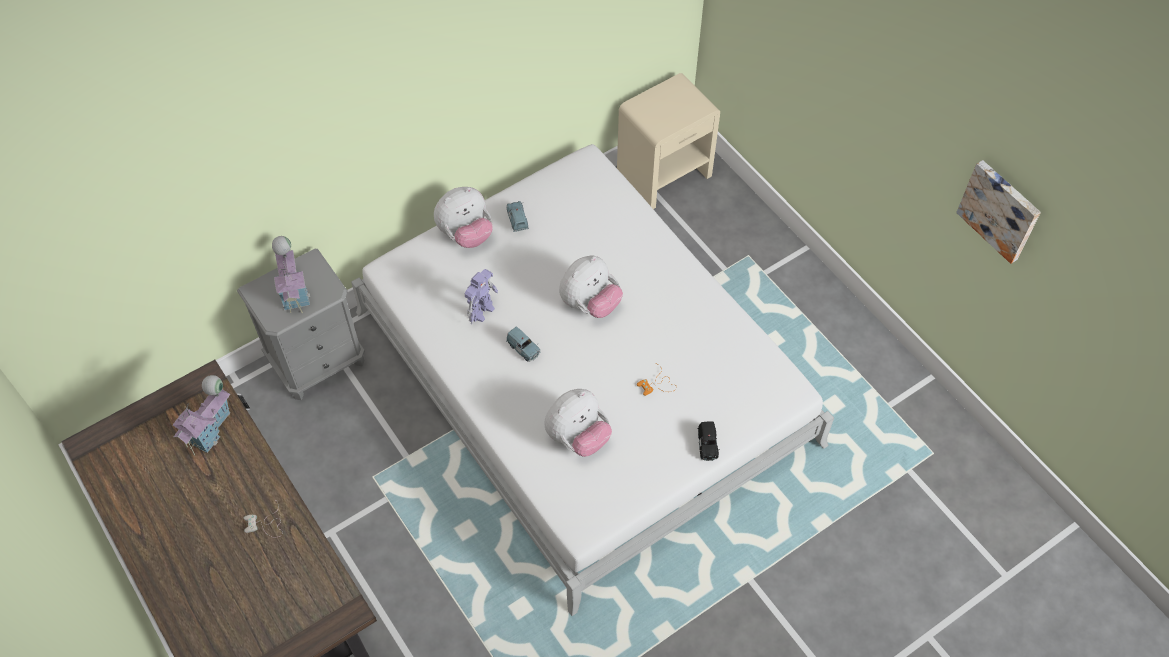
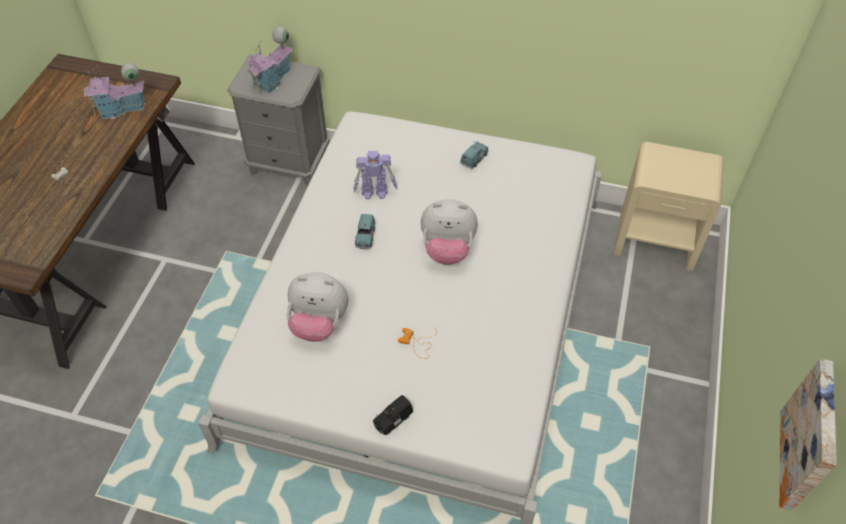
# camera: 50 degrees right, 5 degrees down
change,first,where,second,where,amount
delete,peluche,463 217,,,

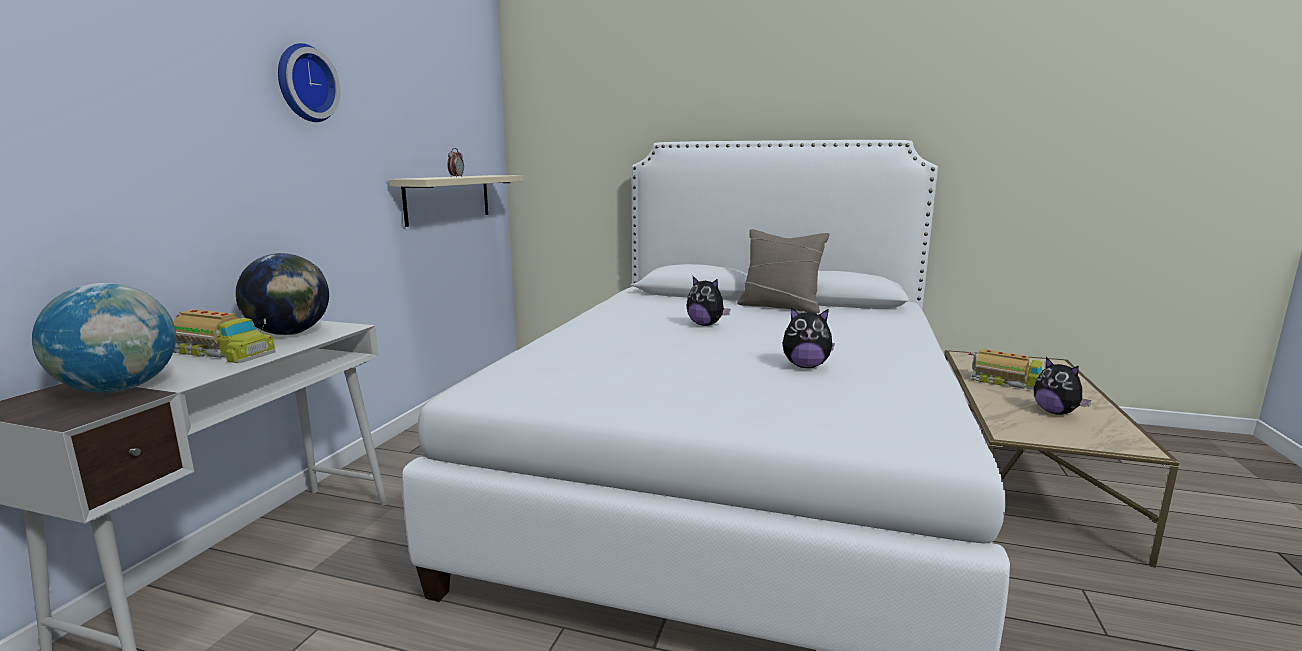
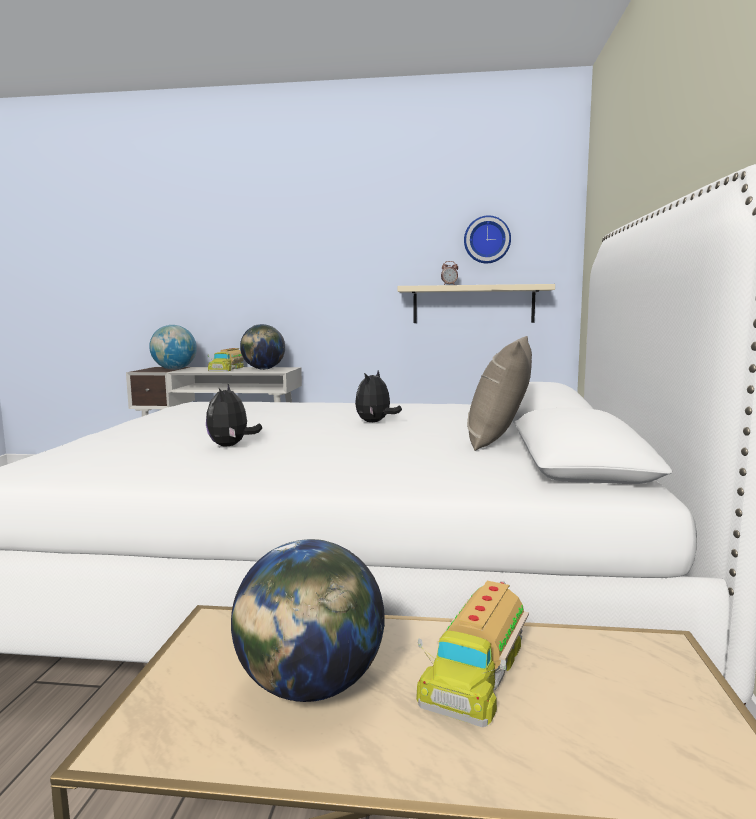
# camera: 80 degrees right, 5 degrees down
change,first,where,second,where,amount
replace,peluche,1062 386,globo terráqueo,308 620,
move,reloj de pared,309 82,,487 239,

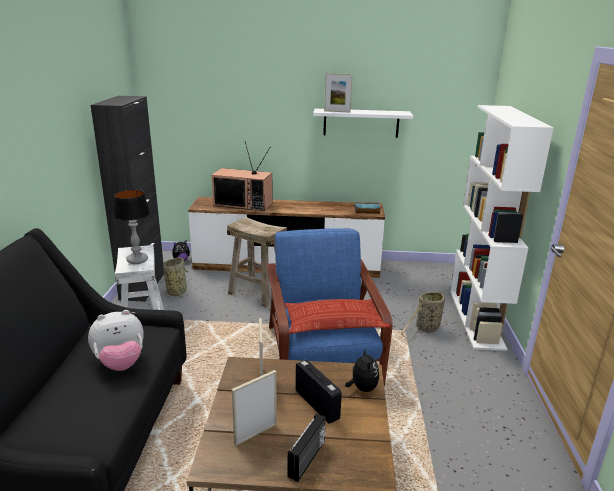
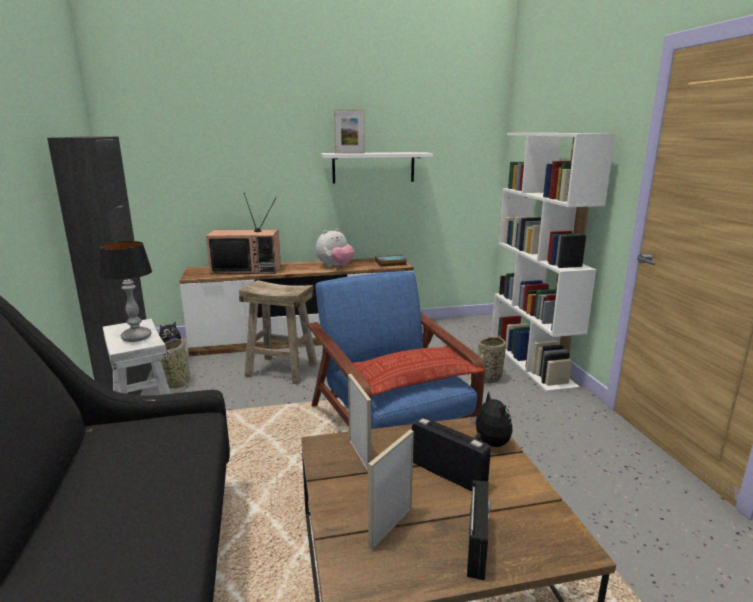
# camera: 15 degrees left, 5 degrees down
change,first,where,second,where,amount
move,peluche,116 340,,335 247,

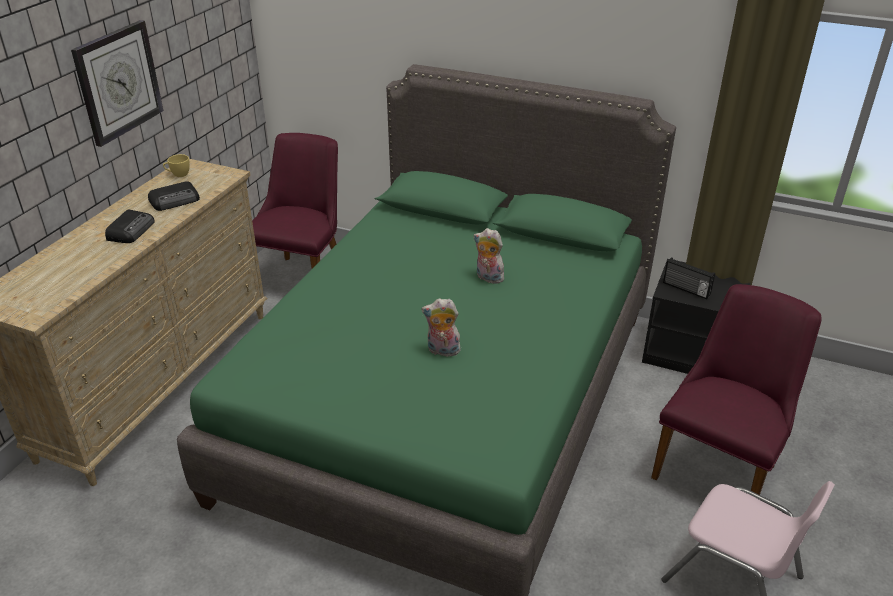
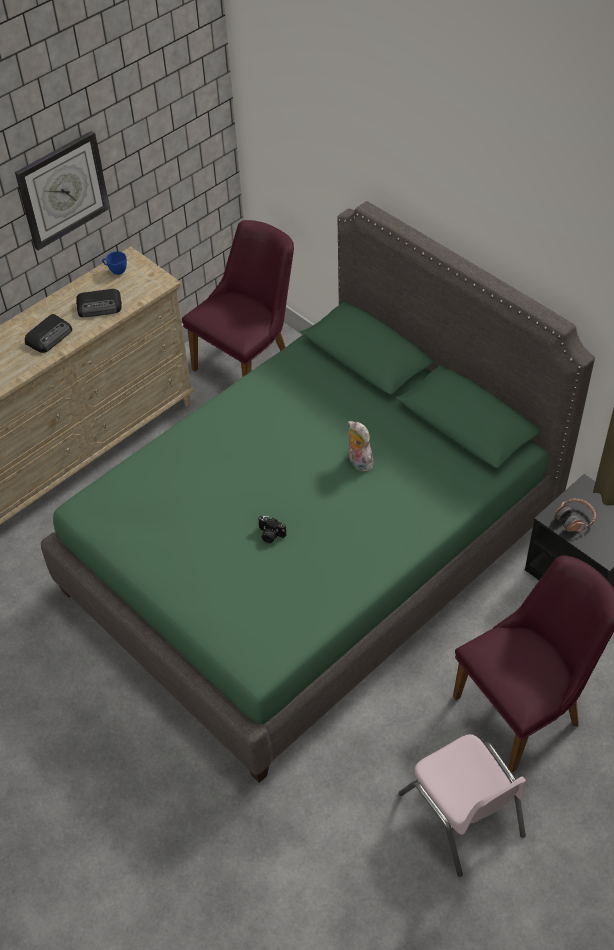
# camera: 25 degrees right, 15 degrees up
change,first,where,second,where,amount
recolor,taza [amarillo],176 165,taza [azul],114 263,
replace,peluche,441 327,cámara,271 529,
replace,radio,689 278,auriculares,575 515,

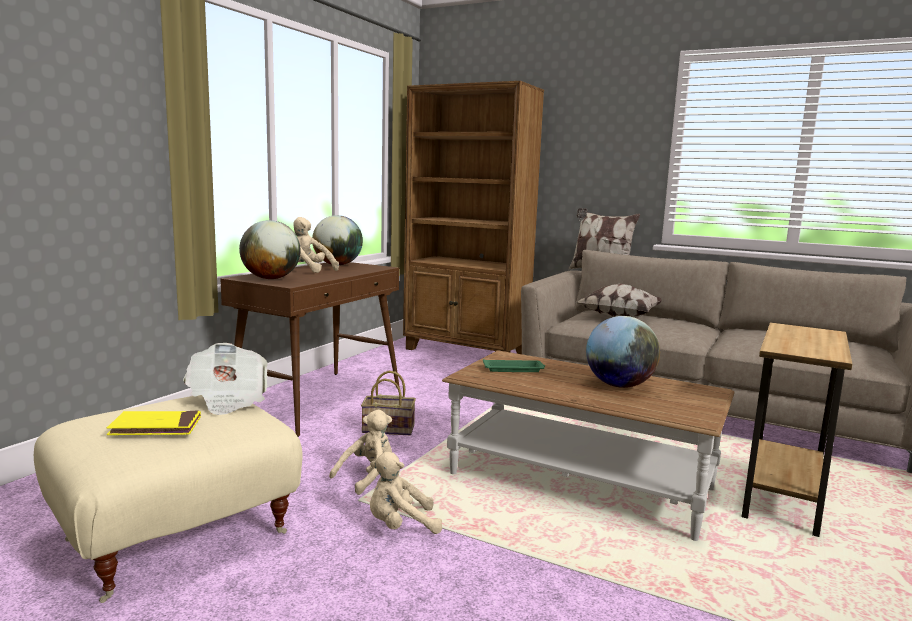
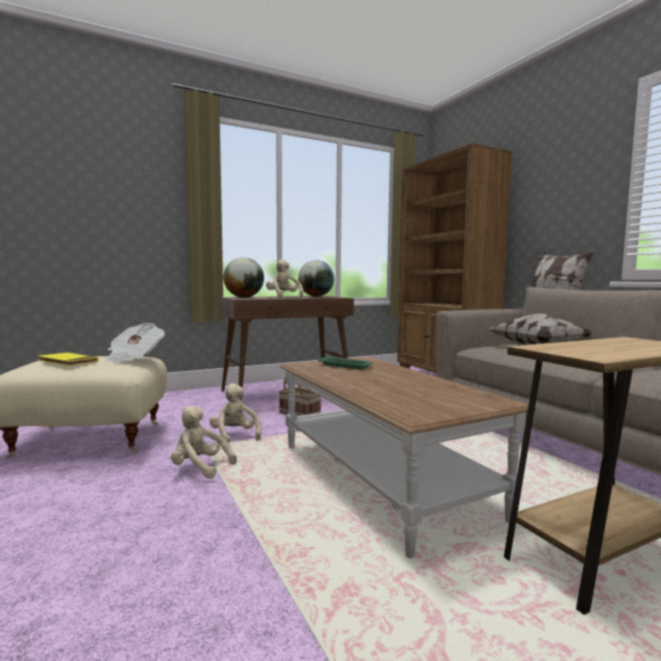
# camera: 35 degrees right, 5 degrees down
change,first,where,second,where,amount
rotate,peluche [beis],360 452,,235 413,105 degrees counterclockwise
delete,globo terráqueo,623 352,,,

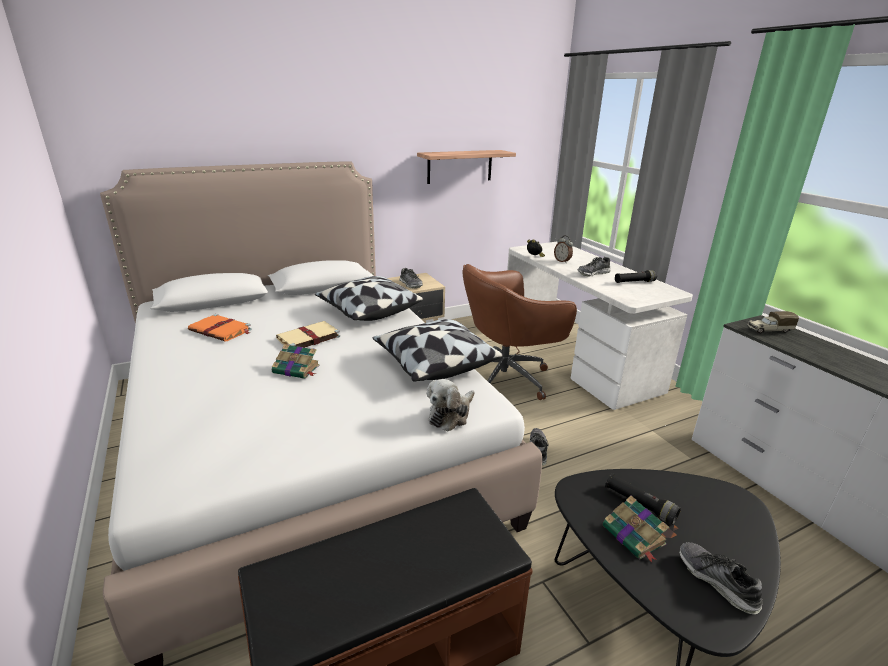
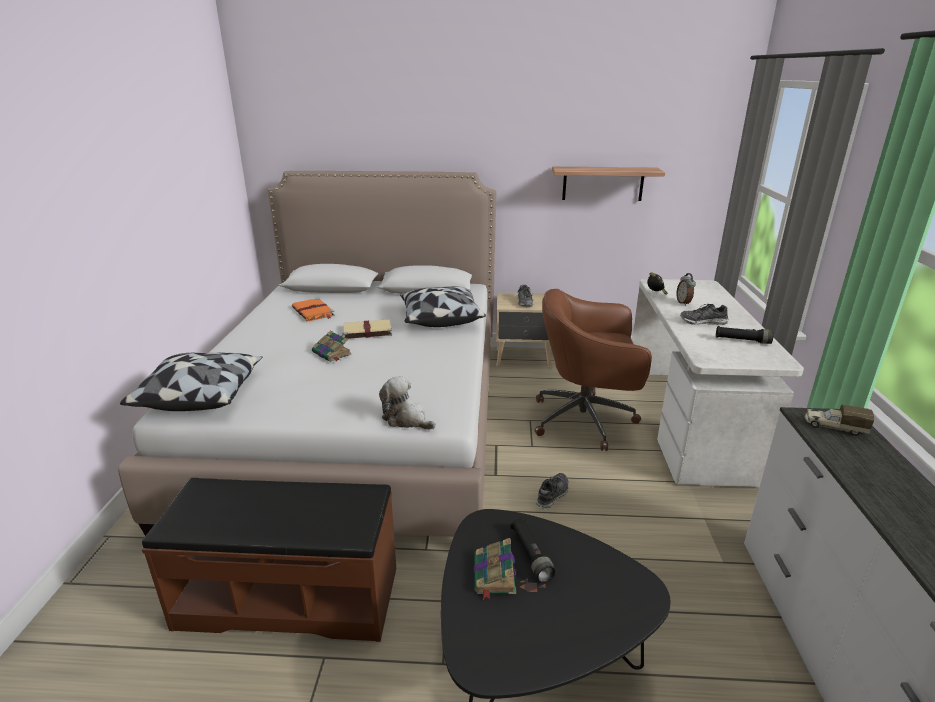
# camera: 30 degrees right, 0 degrees up
change,first,where,second,where,amount
move,cojín,437 350,,191 381,
rotate,peluche,451 405,,407 403,60 degrees clockwise
delete,zapato,721 578,,,

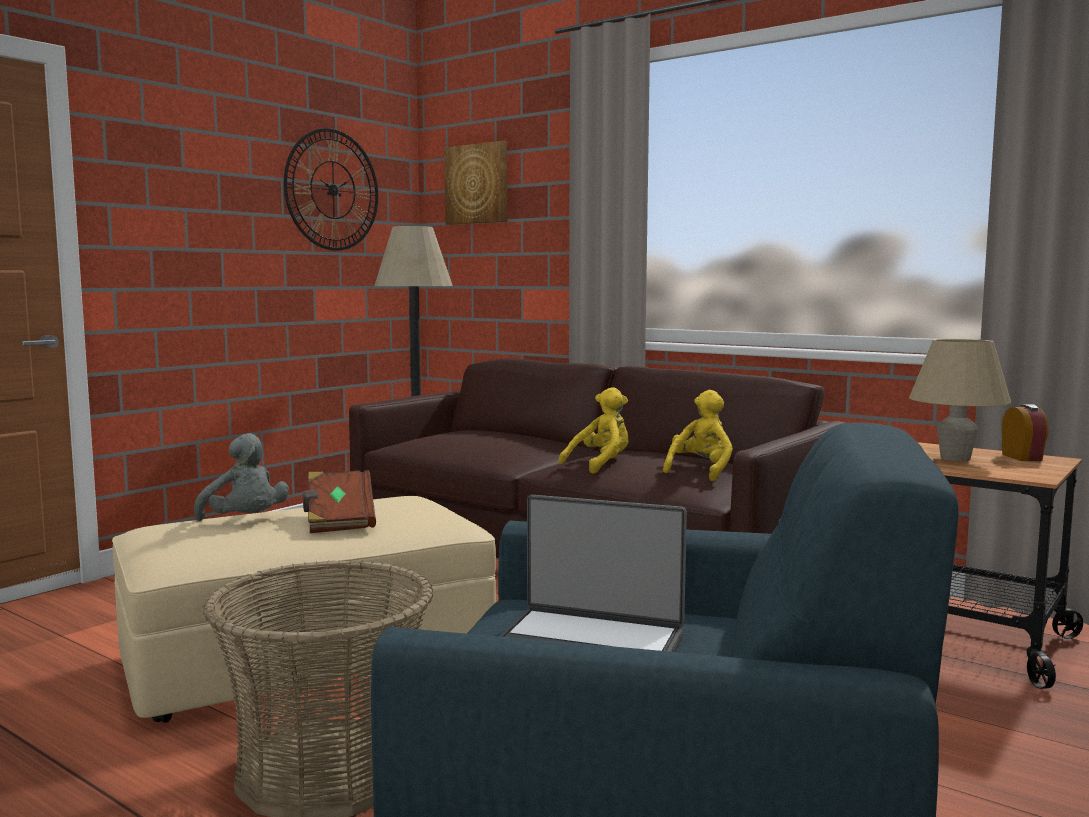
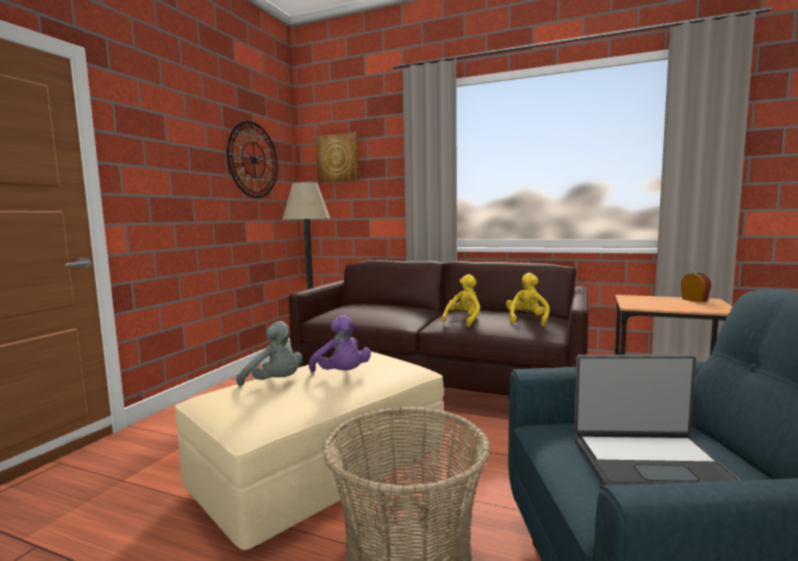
# camera: 15 degrees left, 0 degrees up
change,first,where,second,where,amount
replace,libro [marrón],339 501,peluche [morado],340 344,
delete,lámpara de mesa [beis],960 400,,,

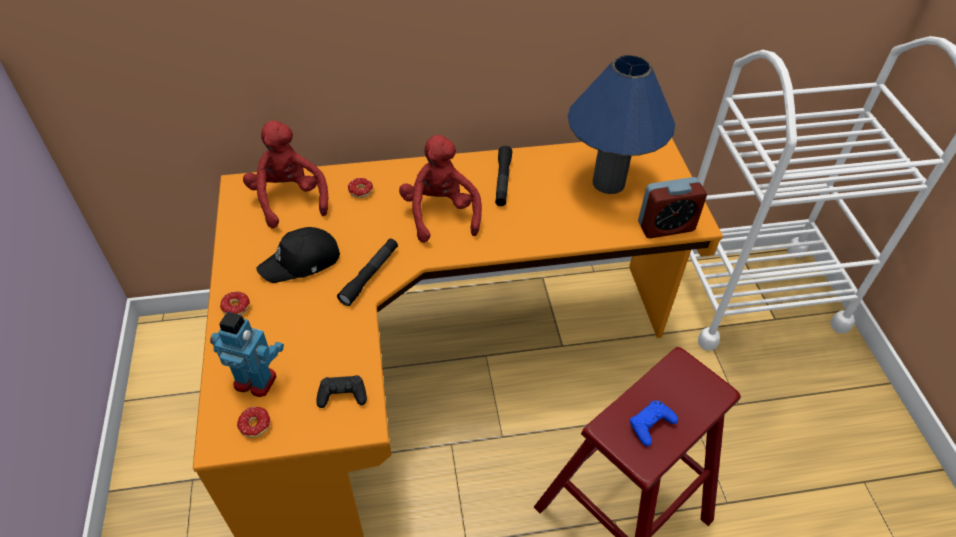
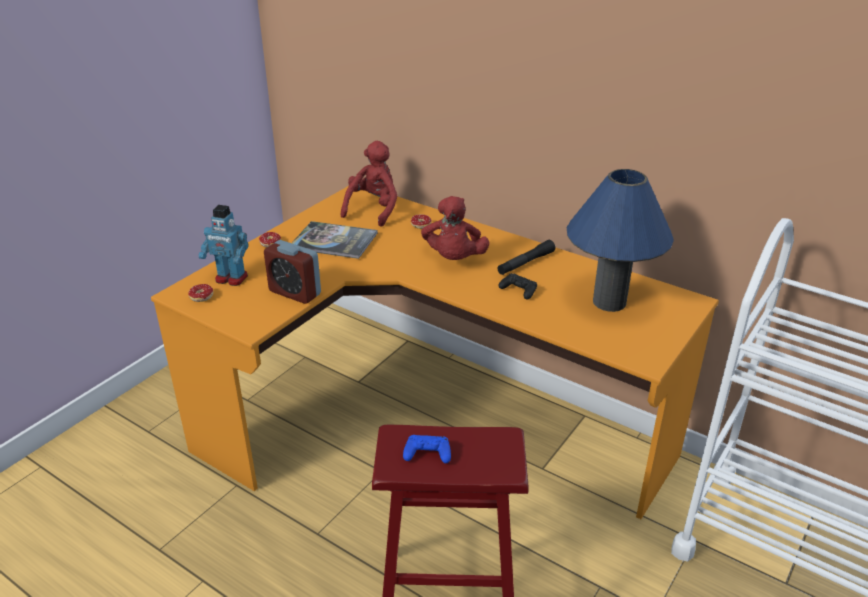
# camera: 45 degrees right, 15 degrees down
change,first,where,second,where,amount
rotate,robot de juguete,247 354,,223 245,135 degrees clockwise
move,despertador,672 207,,292 272,
replace,gorra [negro],298 255,libro,335 240,
rotate,peluche [rojo],440 189,,455 228,150 degrees clockwise
move,mando de consola [negro],342 391,,517 286,
delete,linterna [negro],367 272,,,

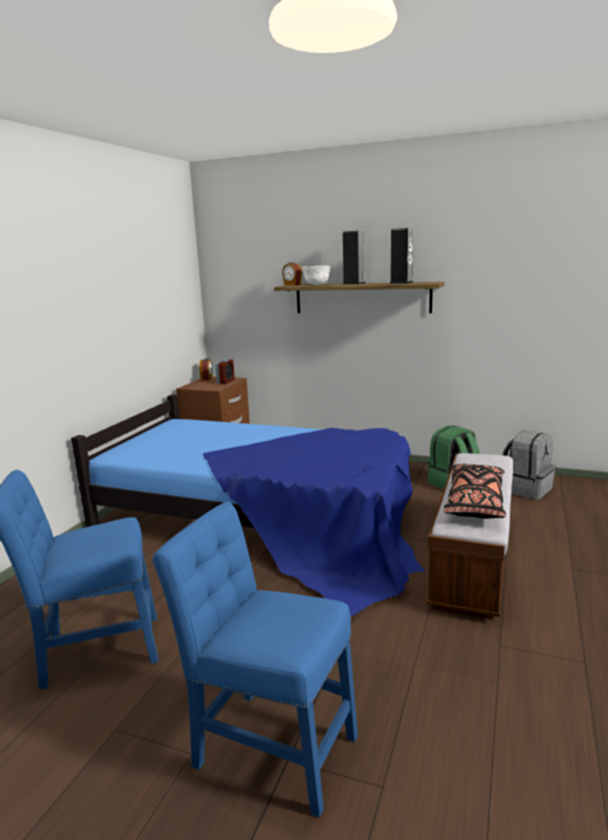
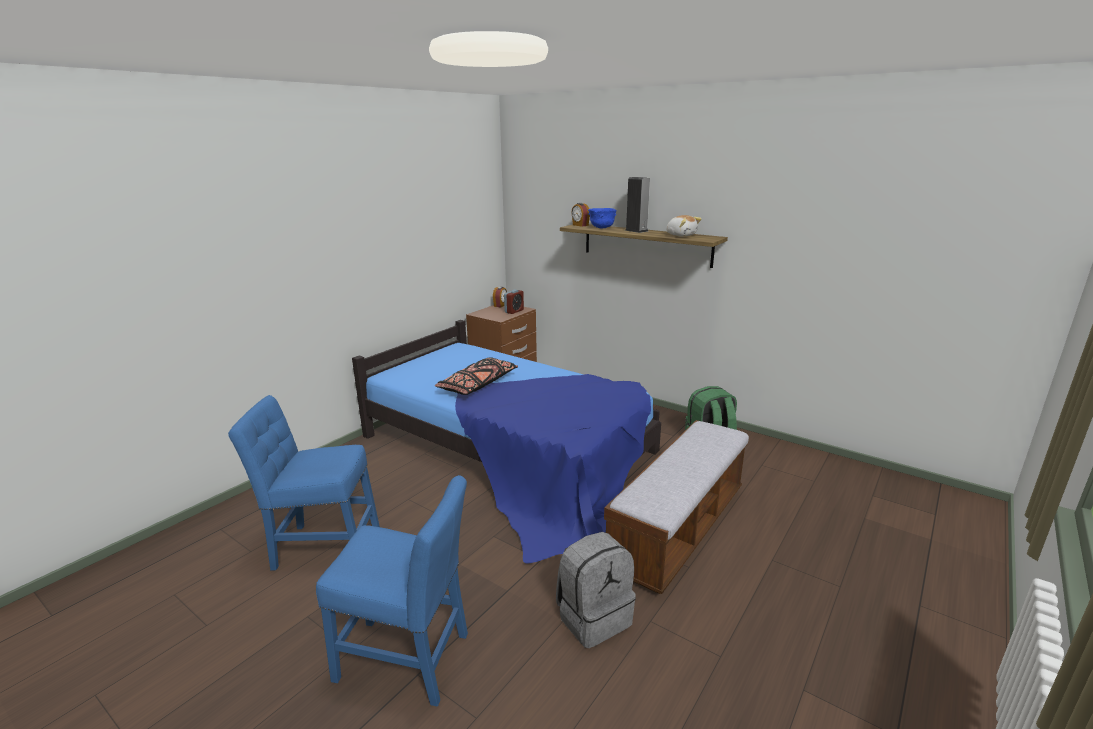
# camera: 15 degrees right, 5 degrees up
change,first,where,second,where,amount
rotate,silla [azul],255 659,,392 591,150 degrees clockwise
move,cojín [negro],475 491,,476 376,
move,mochila [gris],529 465,,596 590,
recolor,cuenco [blanco],316 275,cuenco [azul],602 218,
replace,altavoz,401 256,peluche,684 225,

